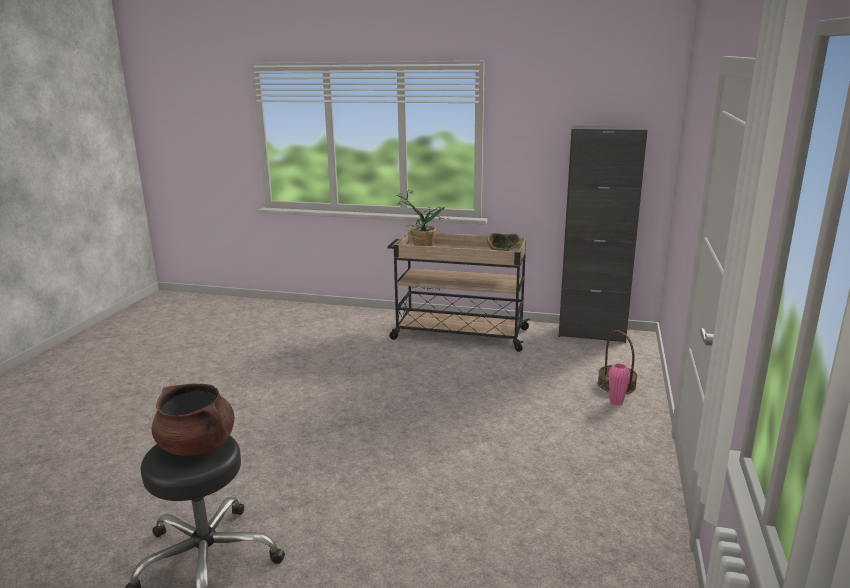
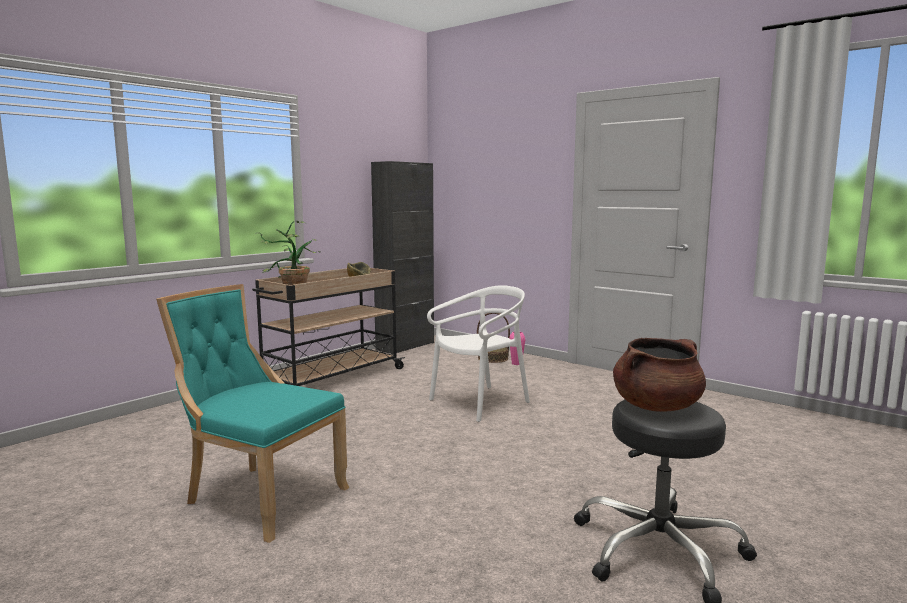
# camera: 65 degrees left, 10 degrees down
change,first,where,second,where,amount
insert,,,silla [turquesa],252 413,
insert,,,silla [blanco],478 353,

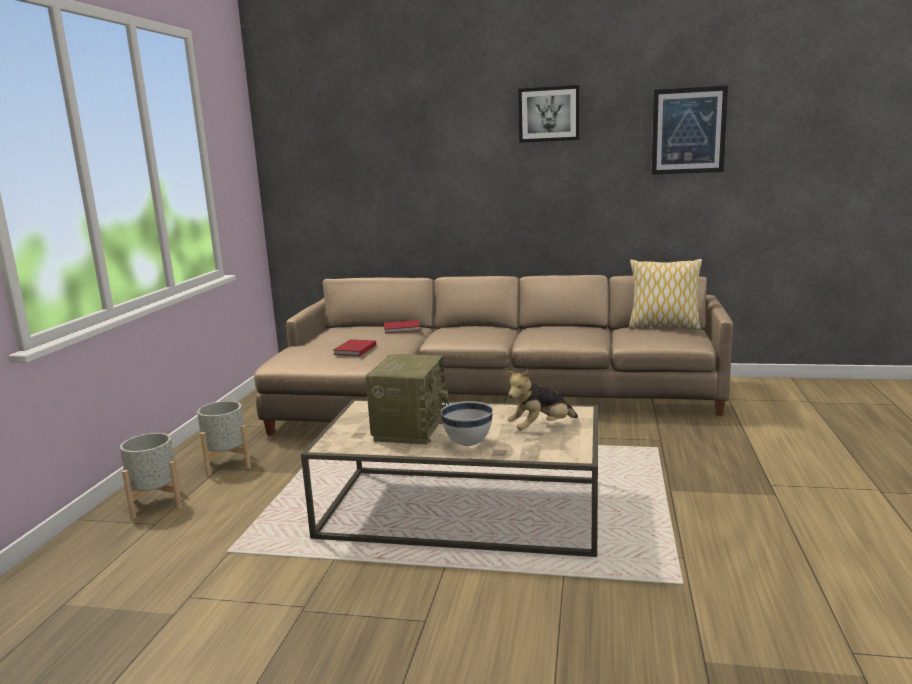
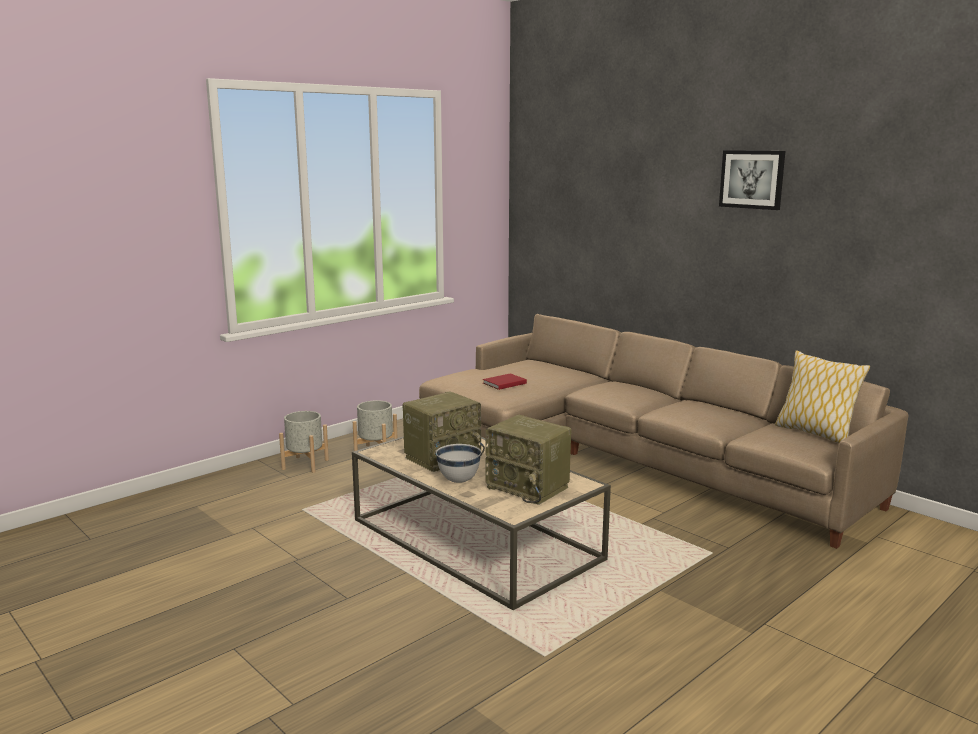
# camera: 35 degrees right, 0 degrees up
change,first,where,second,where,amount
replace,peluche,542 400,radio,528 460,
delete,libro [rojo],402 326,,,
delete,cuadro,689 130,,,

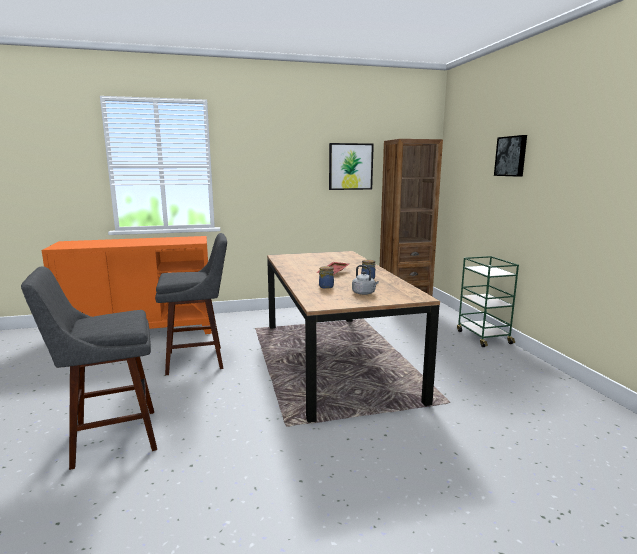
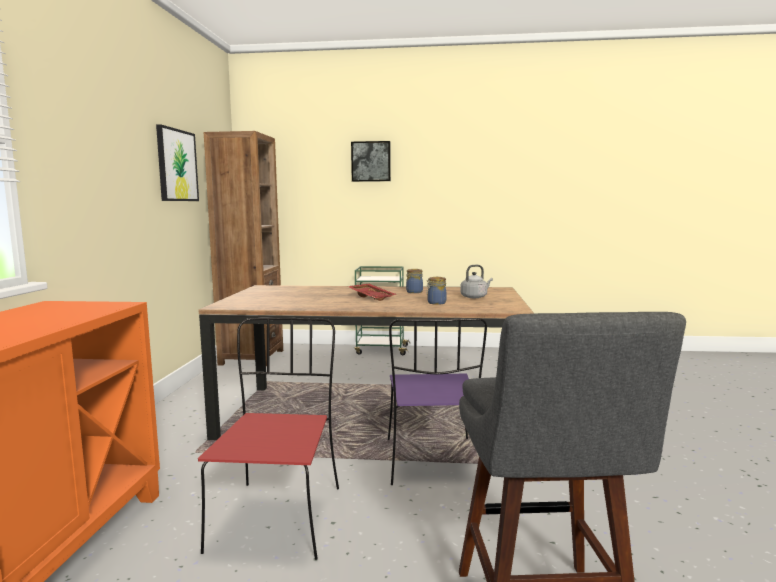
# camera: 70 degrees left, 5 degrees down
change,first,where,second,where,amount
replace,taburete [gris],191 304,silla [rojo],268 439,
insert,,,silla [morado],437 401,

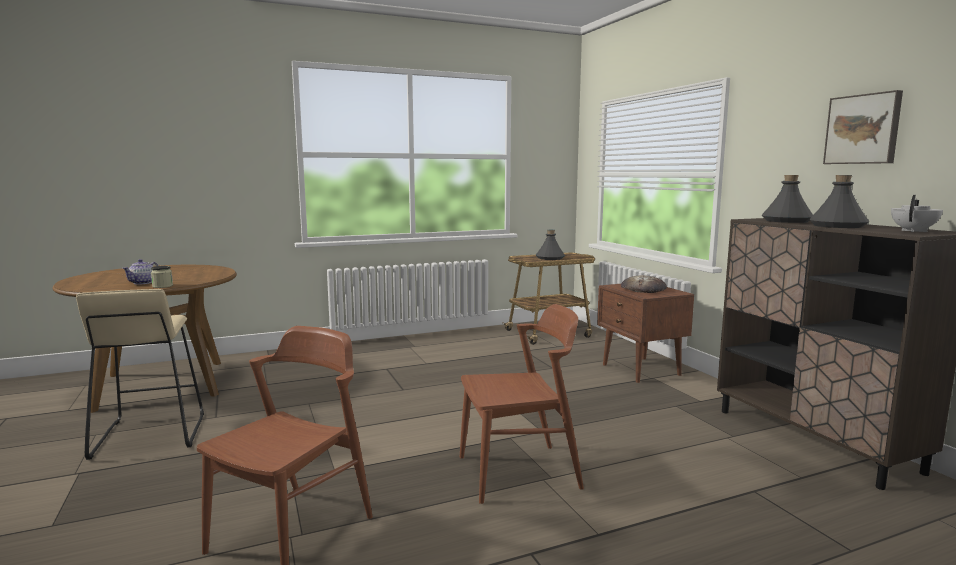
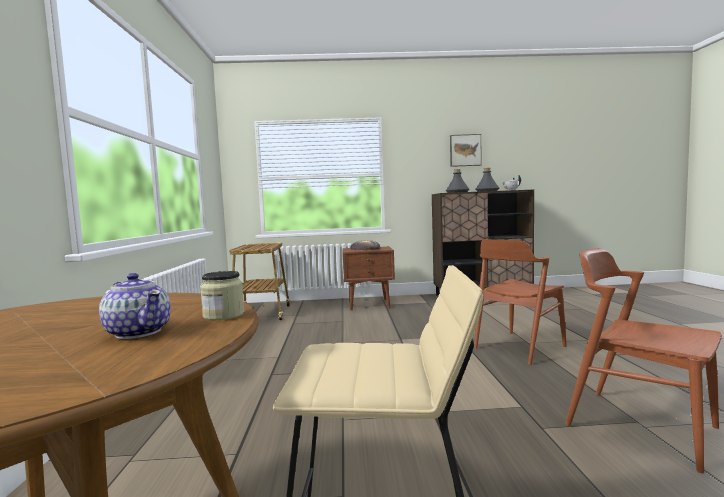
# camera: 70 degrees left, 5 degrees down
change,first,where,second,where,amount
rotate,silla [marrón],522 404,,520 302,135 degrees counterclockwise
delete,botella [gris],550 245,,,

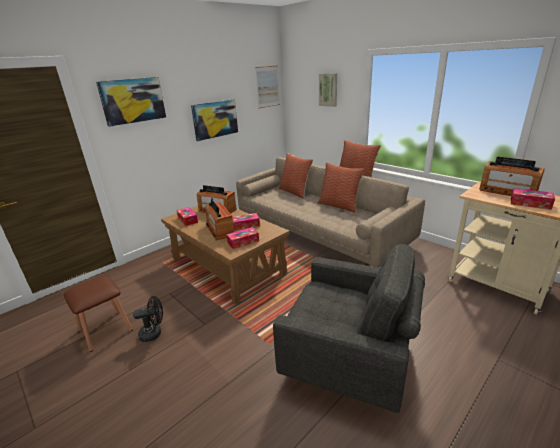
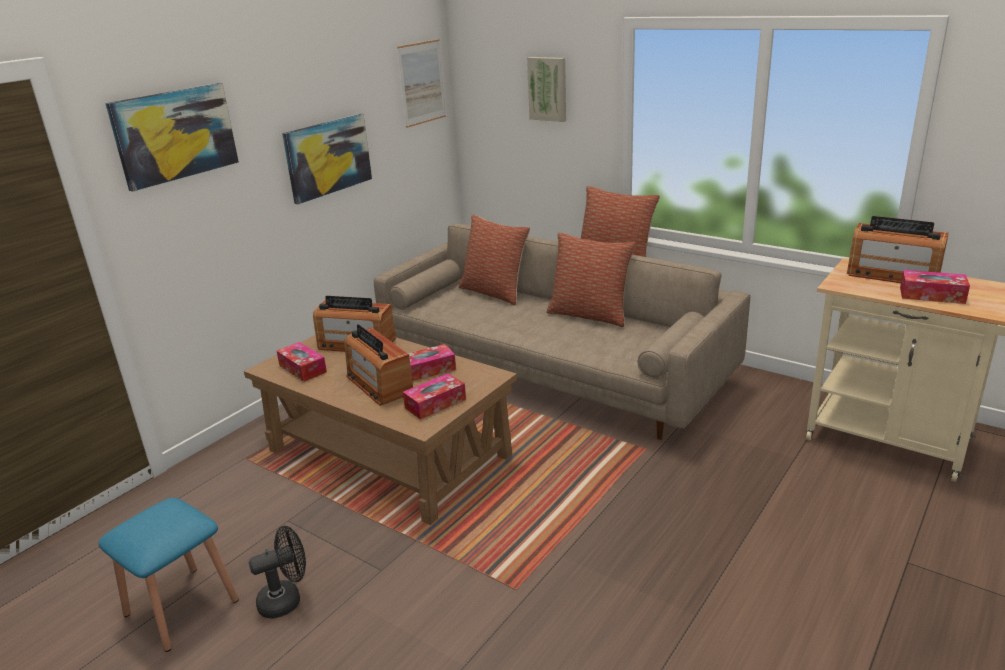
# camera: 10 degrees left, 0 degrees up
change,first,where,second,where,amount
recolor,taburete [marrón],98 314,taburete [azul],168 575,
delete,sillón [gris],349 328,,,

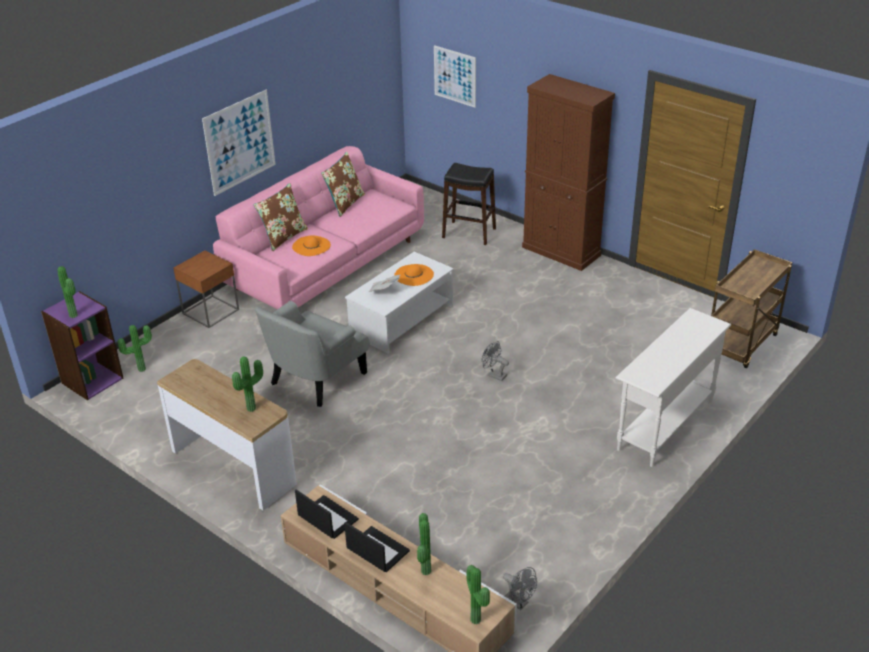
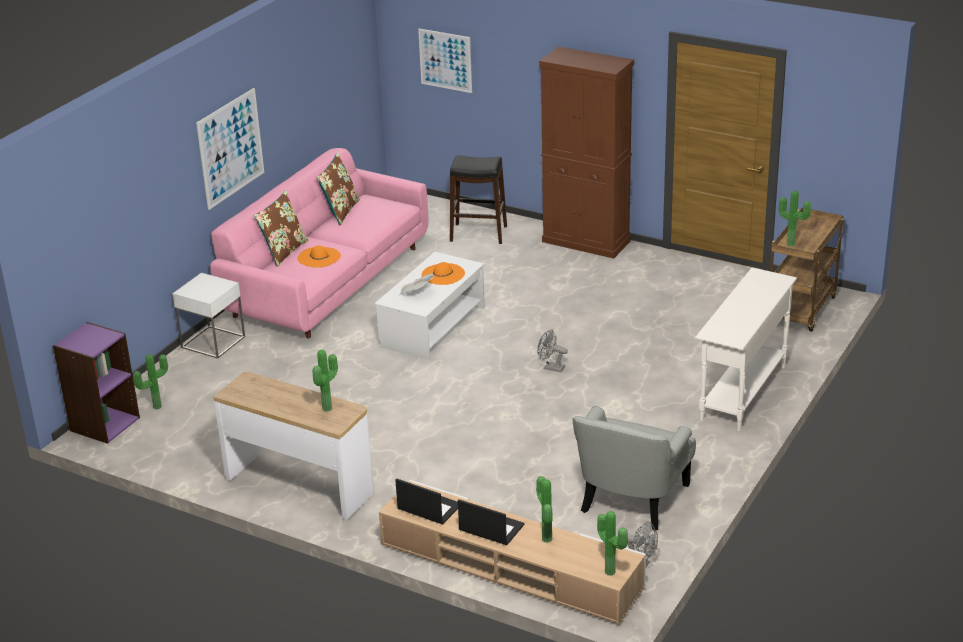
# camera: 10 degrees left, 5 degrees down
change,first,where,second,where,amount
recolor,mesa auxiliar [marrón],206 289,mesa auxiliar [blanco],208 316,
move,sillón [gris],312 354,,634 468,
move,planta en maceta,68 292,,795 218,

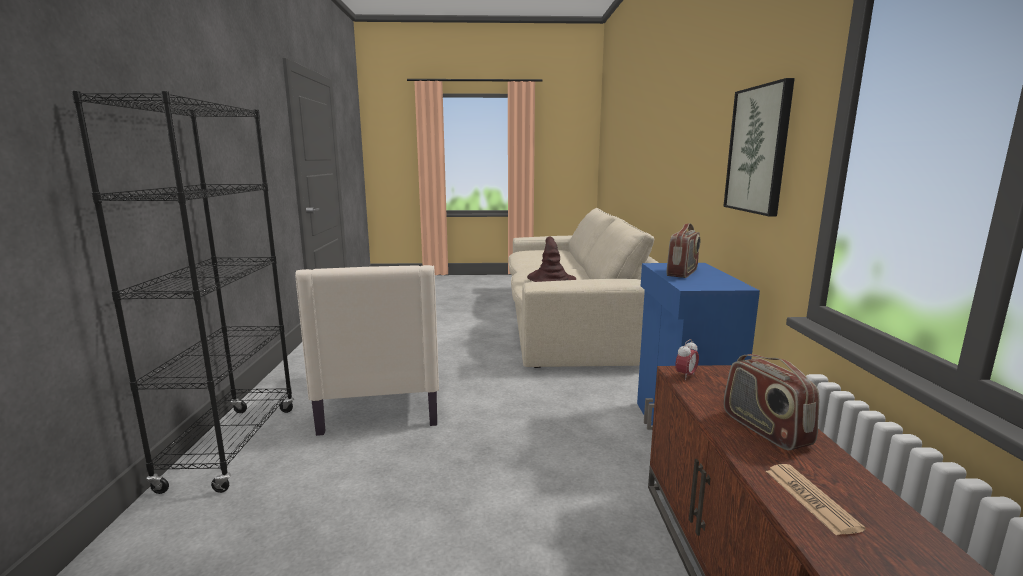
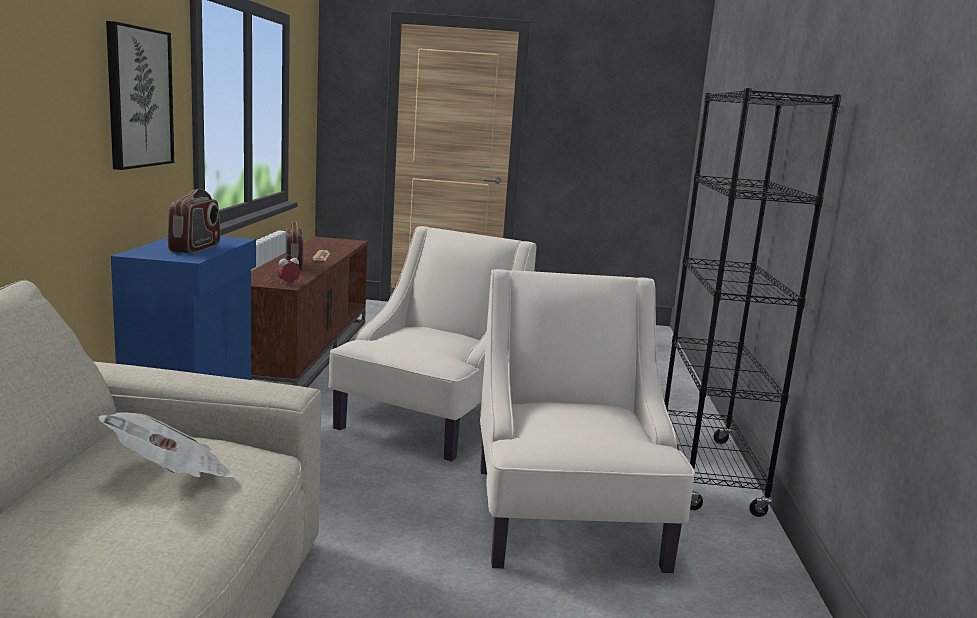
# camera: 175 degrees left, 0 degrees up
change,first,where,second,where,amount
replace,sombrero [marrón],551 259,periódico,167 444,
rotate,radio,683 250,,194 221,150 degrees clockwise
insert,,,sillón [beis],432 343,

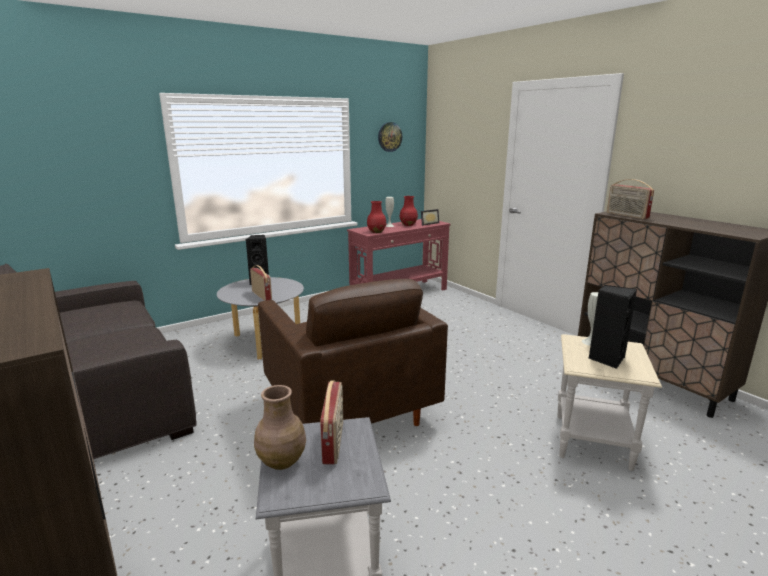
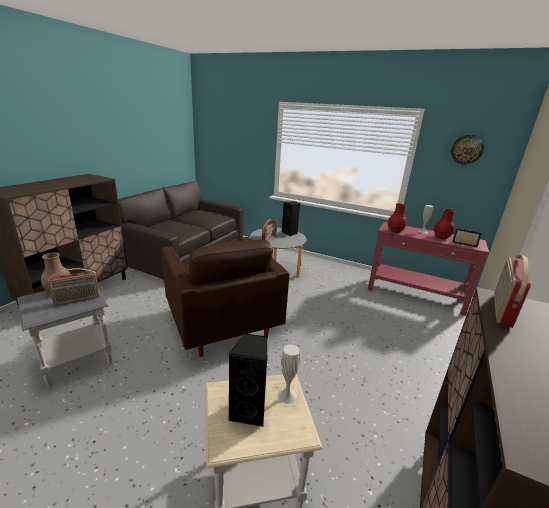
# camera: 60 degrees right, 5 degrees up
change,first,where,second,where,amount
rotate,sillón [marrón],353 352,,225 297,60 degrees counterclockwise

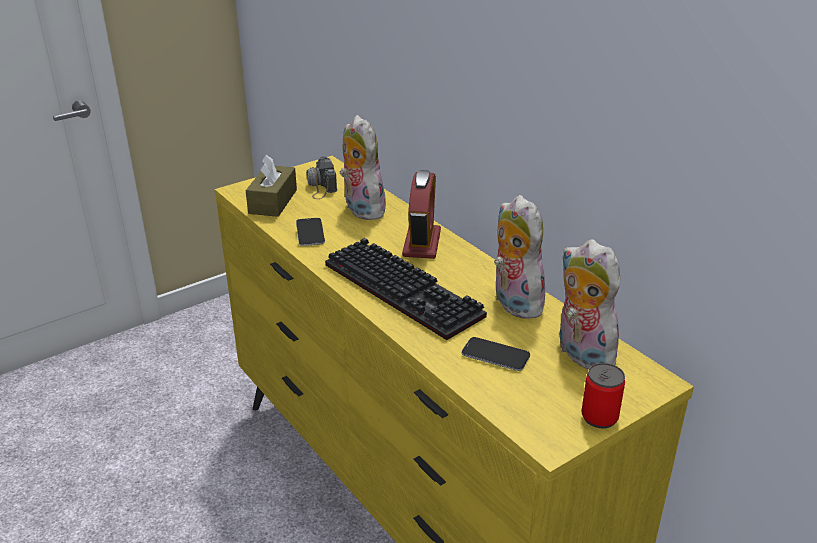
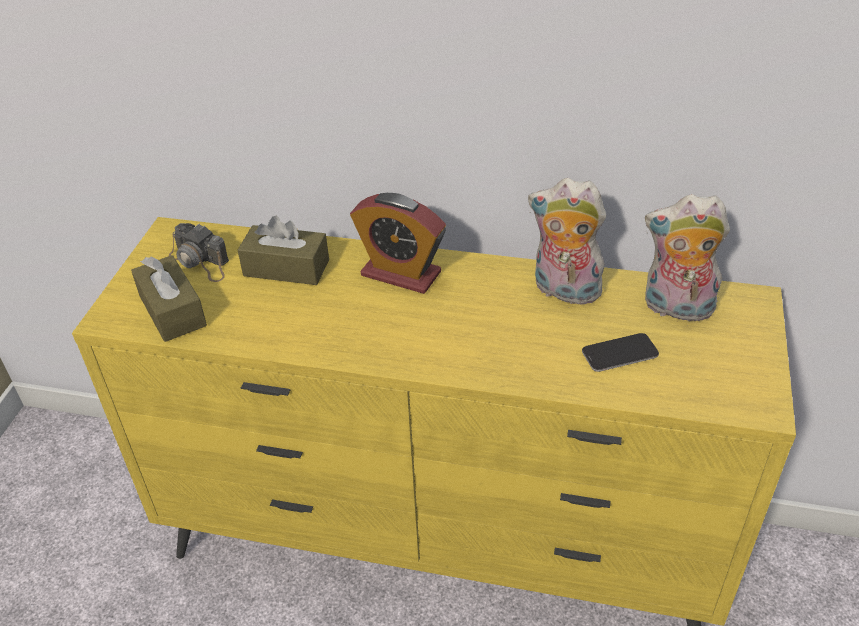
# camera: 40 degrees left, 10 degrees up
change,first,where,second,where,amount
replace,peluche,363 167,caja de pañuelos [marrón],283 250,
rotate,despertador,421 214,,398 243,150 degrees clockwise
delete,móvil,310 232,,,
delete,teclado,406 289,,,
delete,lata,603 395,,,

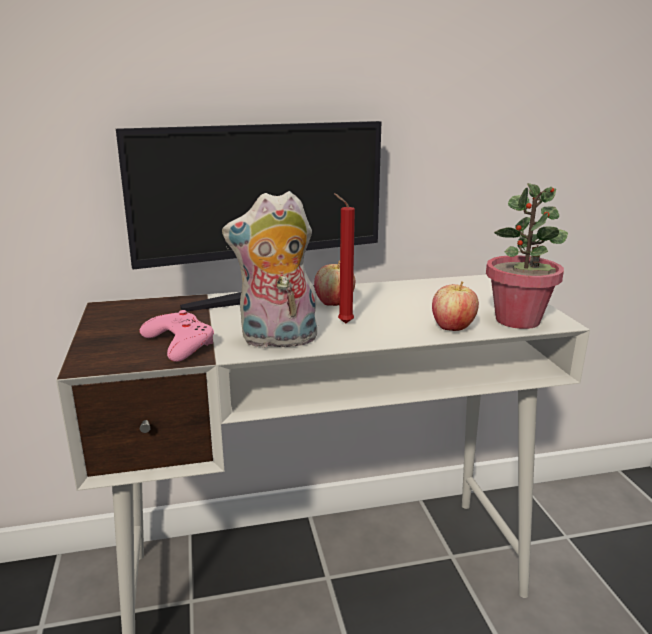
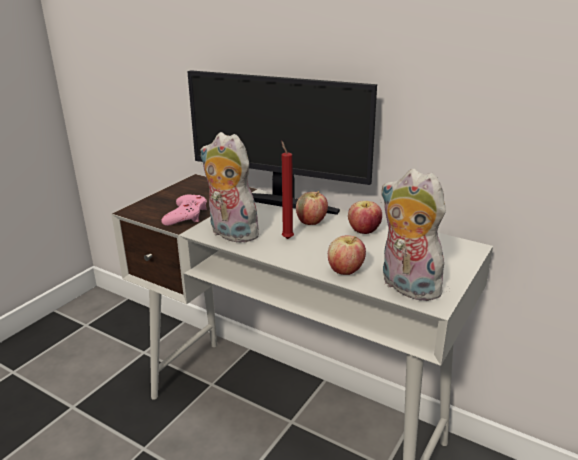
# camera: 45 degrees right, 5 degrees up
change,first,where,second,where,amount
insert,,,manzana,365 217,
replace,planta en maceta,527 256,peluche,415 235,

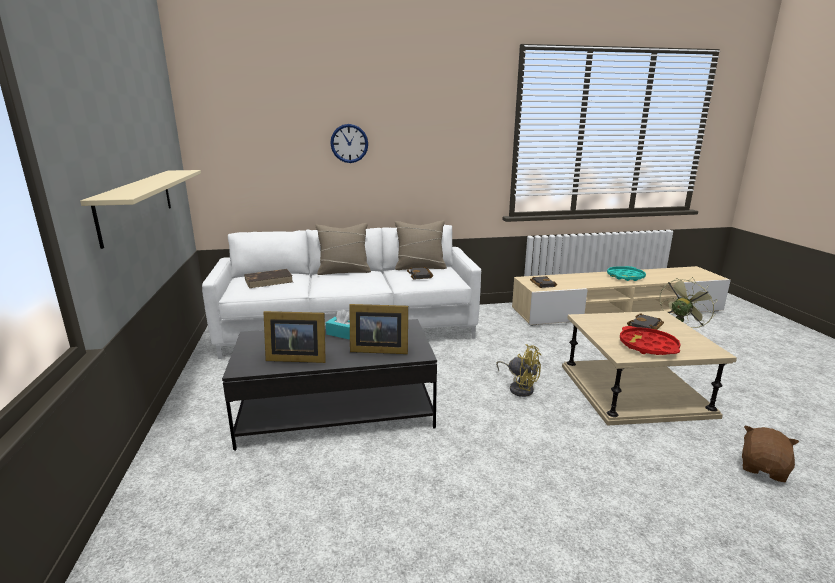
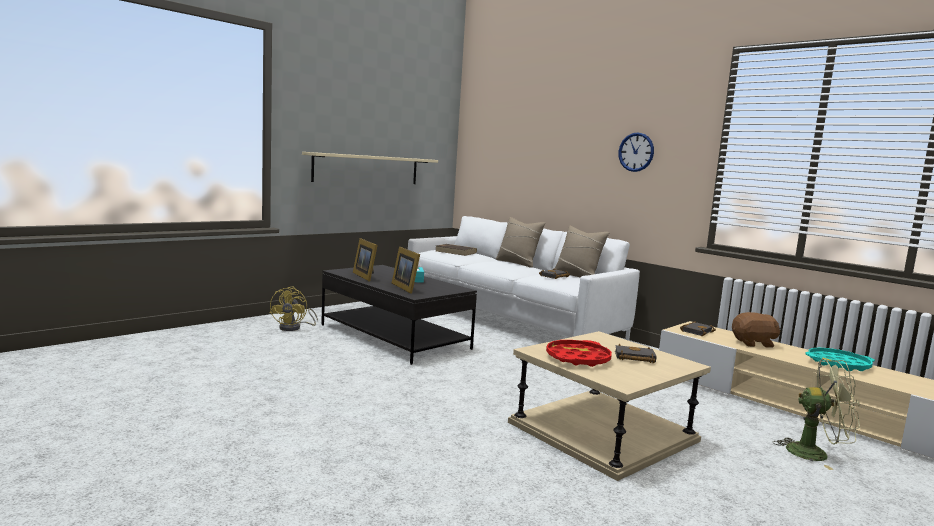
# camera: 55 degrees right, 10 degrees down
change,first,where,second,where,amount
move,ventilador [amarillo],518 370,,294 309,
move,reloj de pared,349 143,,636 152,
move,peluche [marrón],770 453,,756 330,

